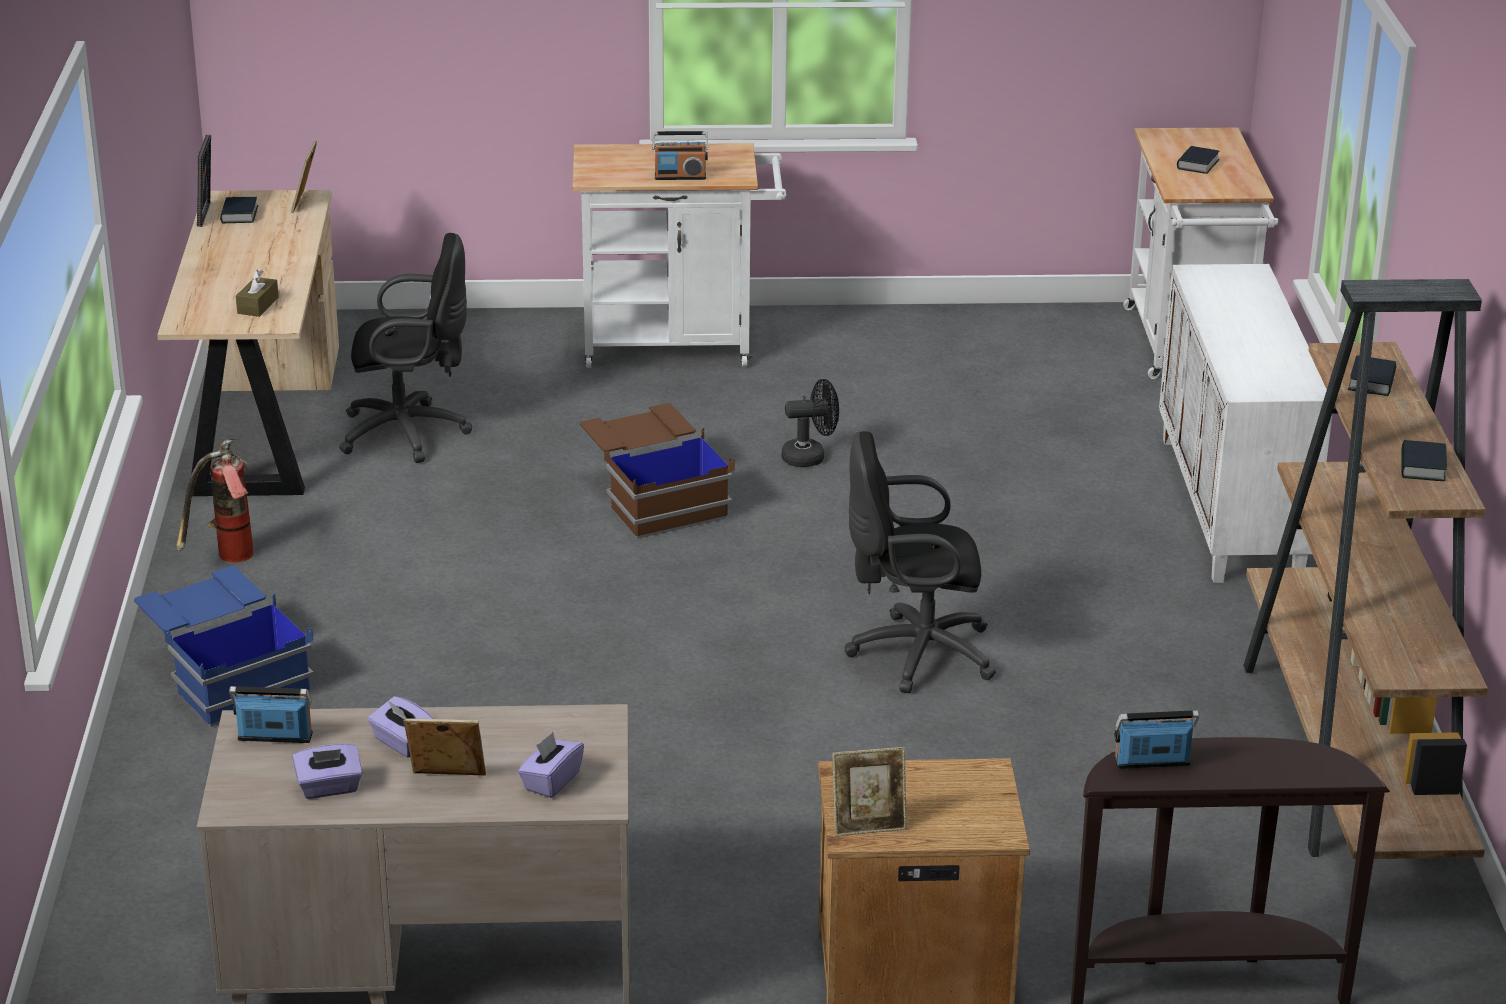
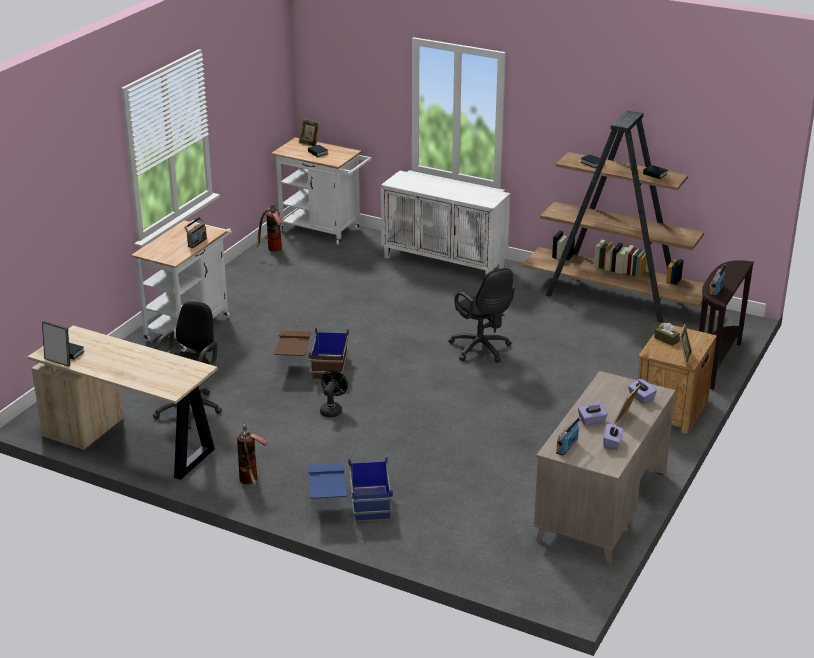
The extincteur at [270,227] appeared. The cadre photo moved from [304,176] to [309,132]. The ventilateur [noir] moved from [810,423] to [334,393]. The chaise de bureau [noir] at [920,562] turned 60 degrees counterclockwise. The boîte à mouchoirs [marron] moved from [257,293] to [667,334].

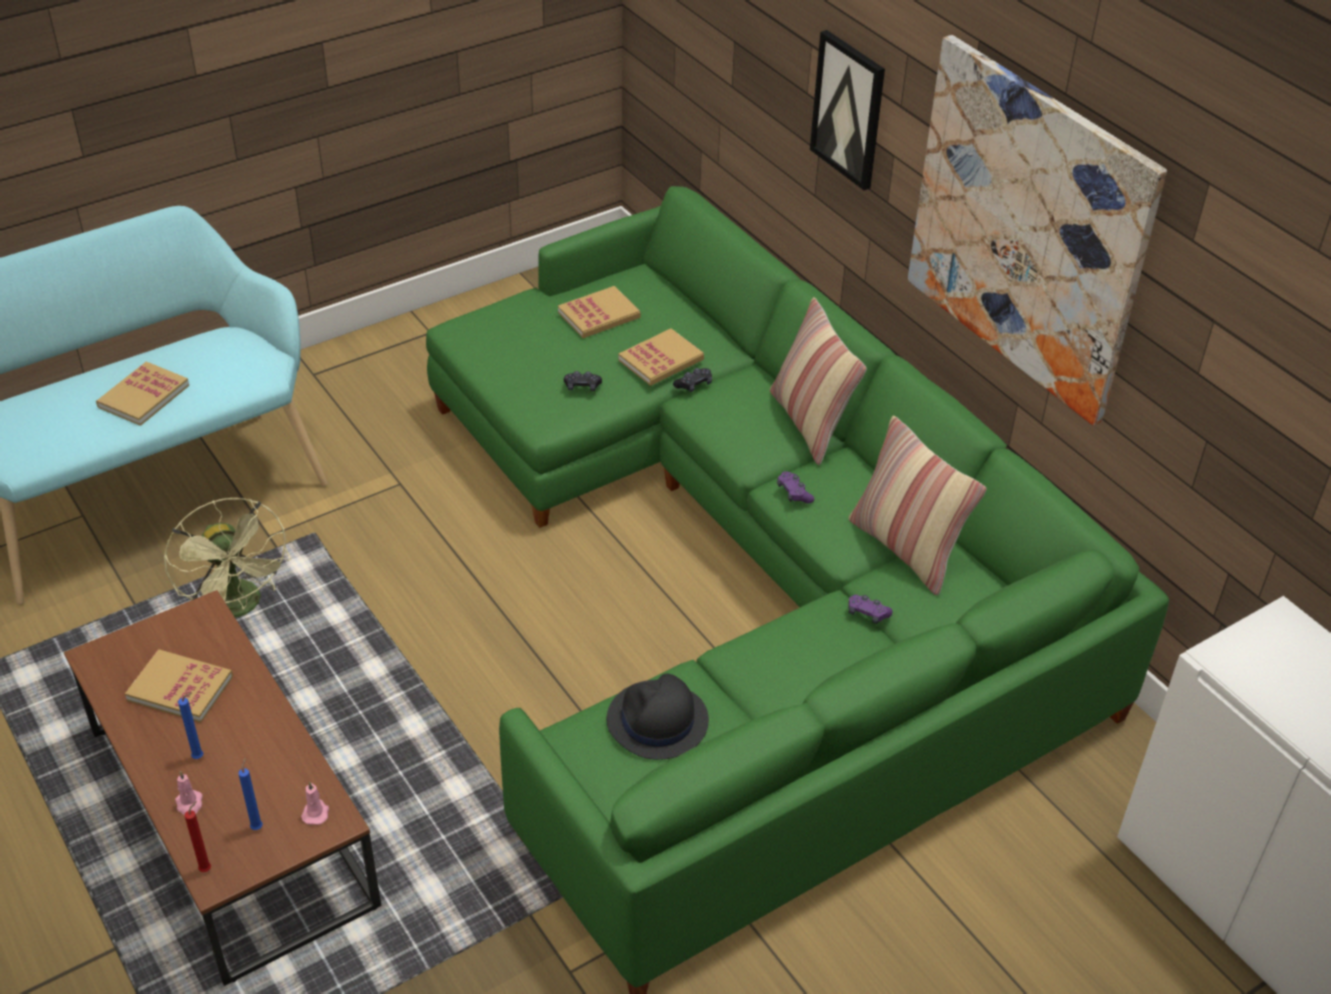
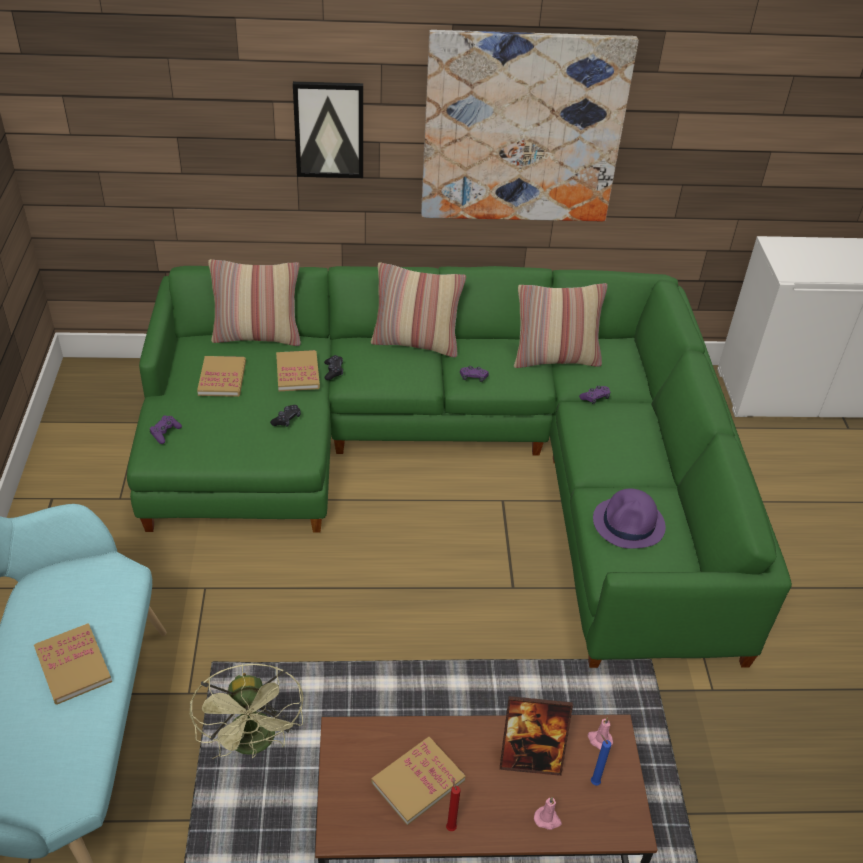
The manette [violet] at [166,429] appeared. The ventilateur [vert] at [227,558] turned 75 degrees clockwise. The coussin at [254,302] appeared. The bougie [rouge] moved from [197,836] to [453,804]. The cadre photo at [536,736] appeared. The chapeau [noir] at [658,716] became the chapeau [violet] at [629,518]. The bougie [bleu] at [190,726] disappeared.

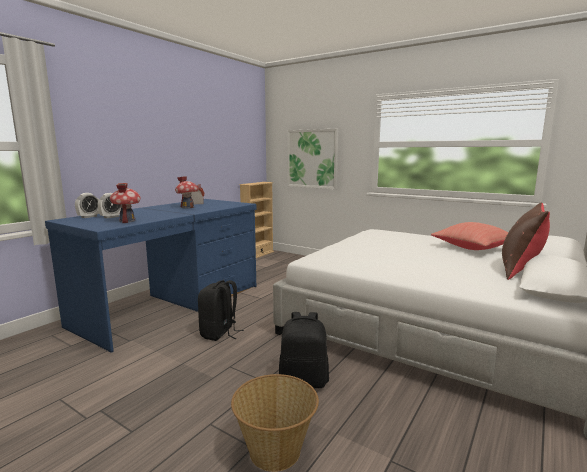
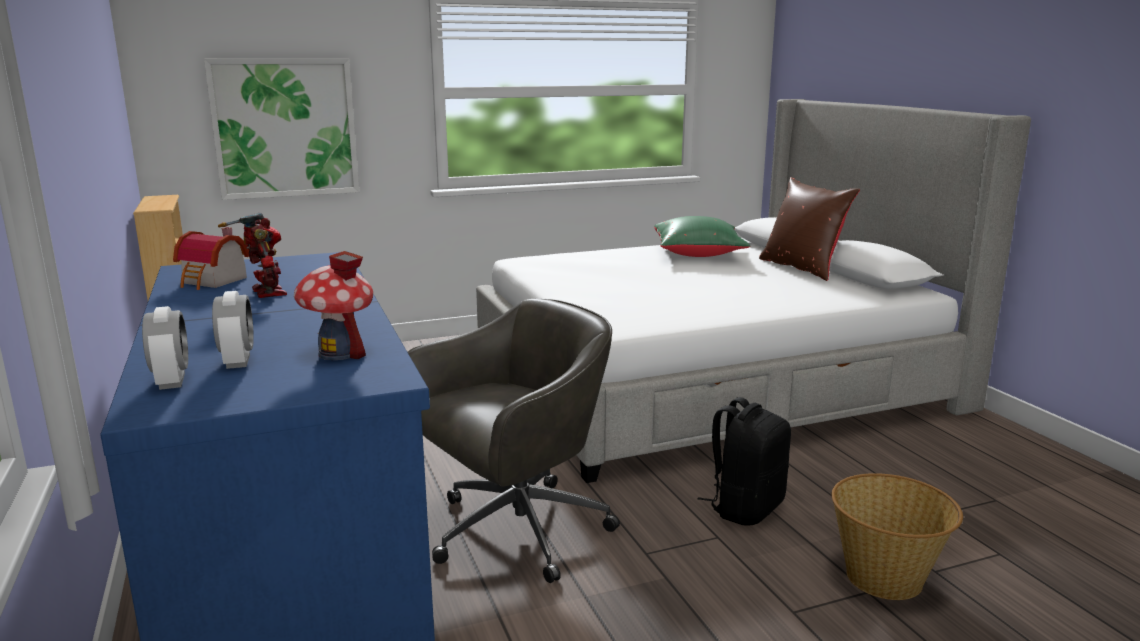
The maison miniature at [186,192] was replaced by the robot jouet at [252,255]. The sac à dos [noir] at [221,310] was replaced by the chaise de bureau [gris] at [514,440]. The coussin [rouge] at [469,236] became the coussin [vert] at [702,236].

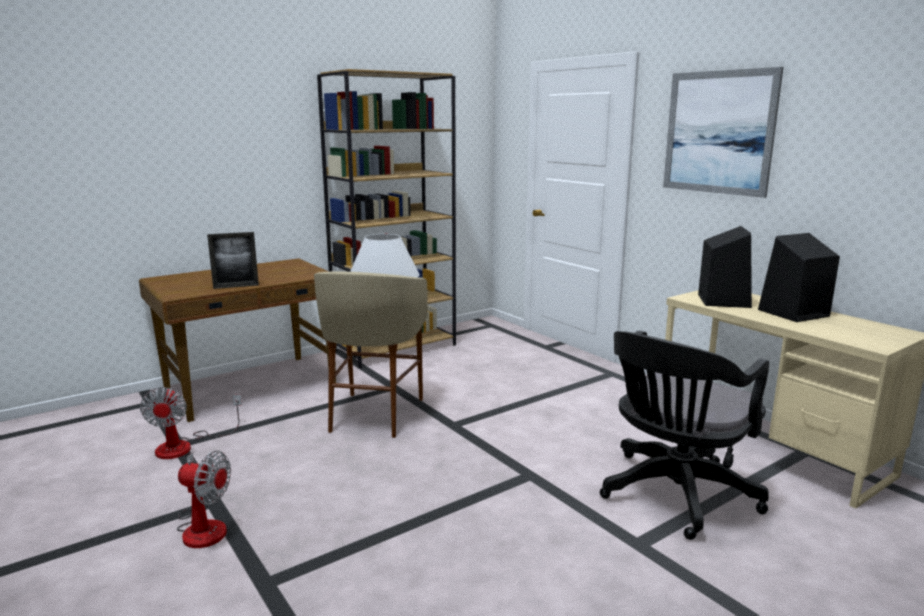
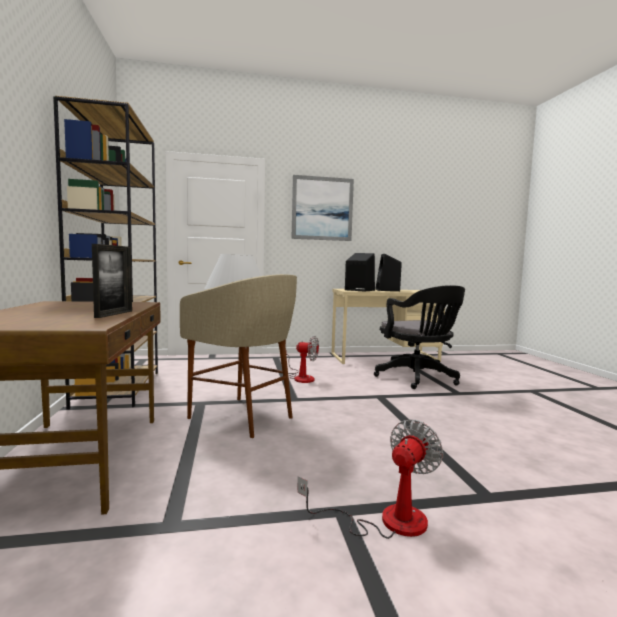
The ventilateur moved from [191,423] to [302,359].

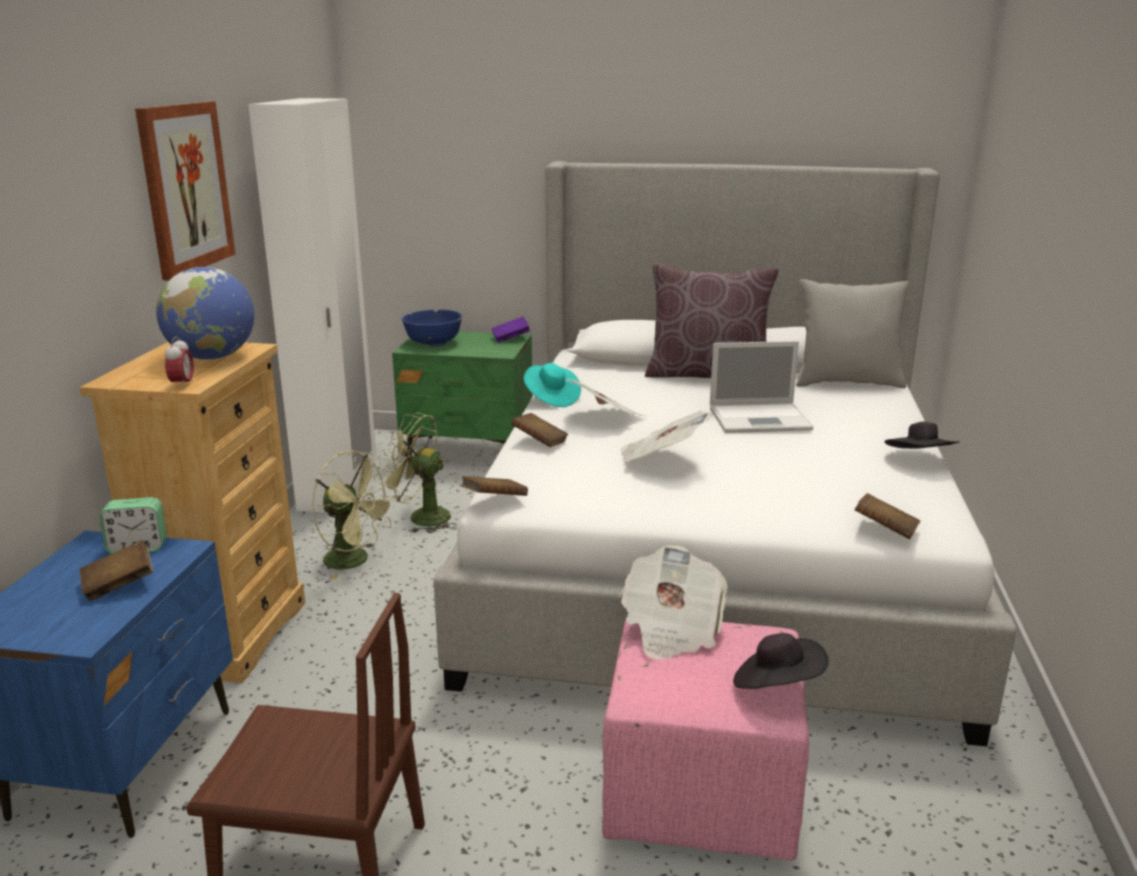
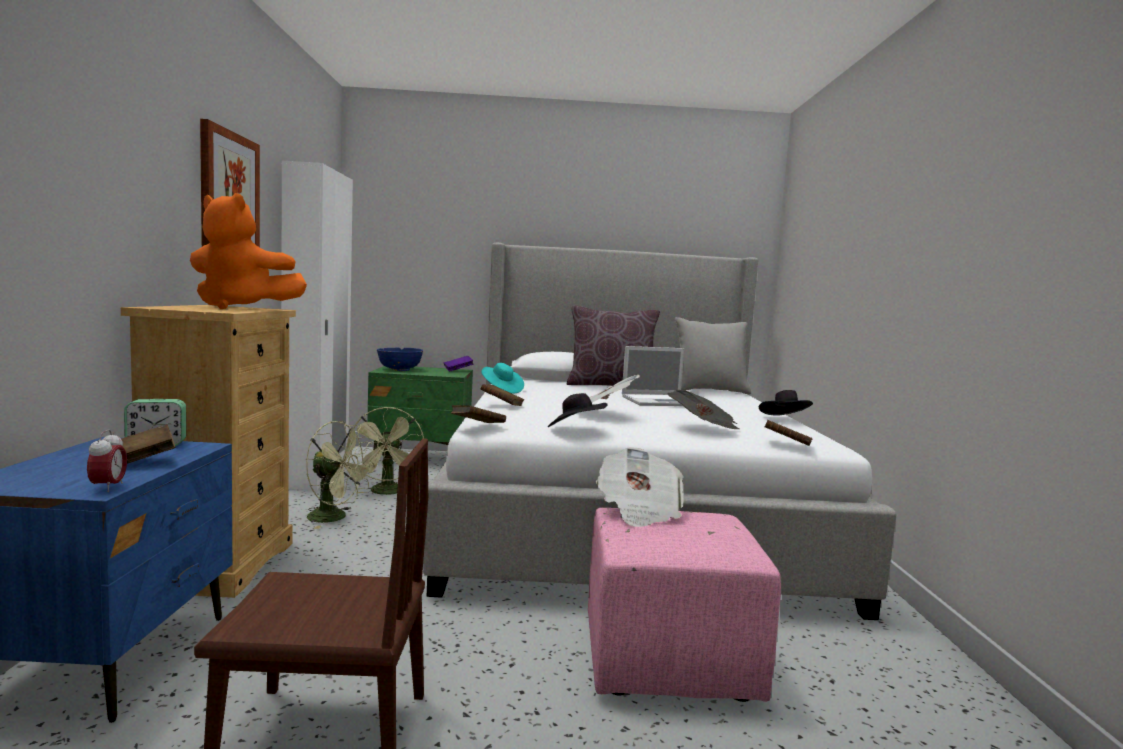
The réveil moved from [179,362] to [107,461]. The globe at [205,313] was replaced by the peluche [orange] at [248,251]. The ventilateur [vert] at [418,473] turned 105 degrees counterclockwise. The chapeau [noir] moved from [781,661] to [578,410]. The journal moved from [606,397] to [703,409].

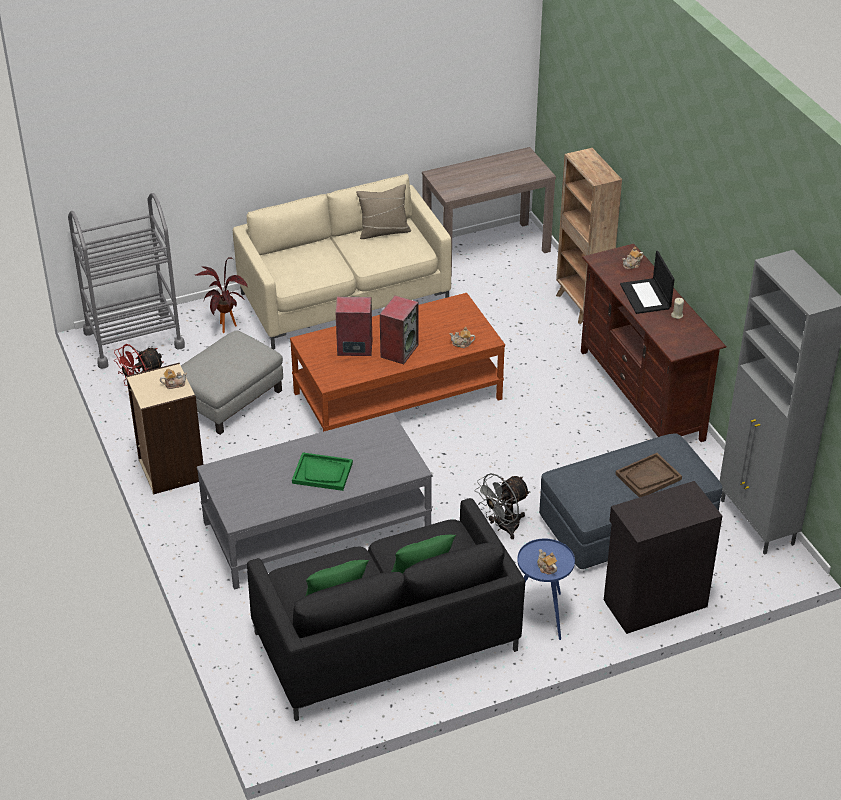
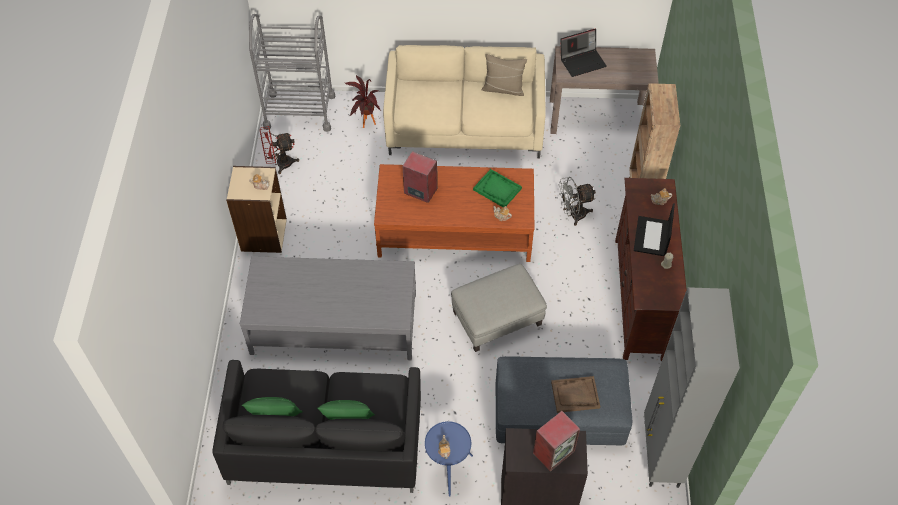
The pouf [gris] moved from [232,382] to [499,308]. The plateau [vert] moved from [322,471] to [497,188]. The enceinte moved from [399,330] to [556,441]. The ventilateur [gris] moved from [502,506] to [577,201]. The ordinateur portable at [583,53] appeared.

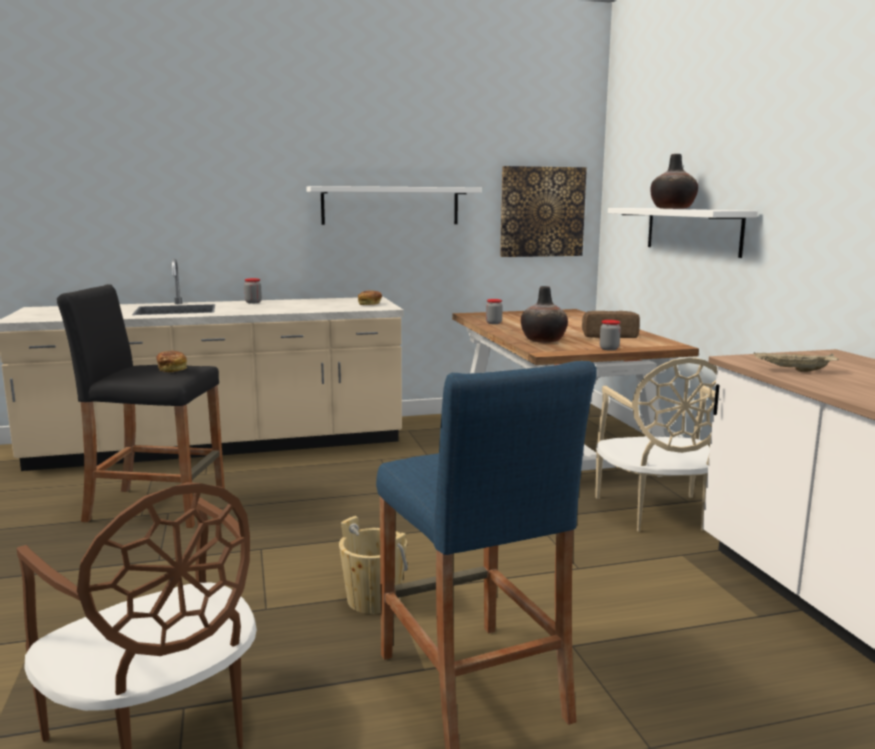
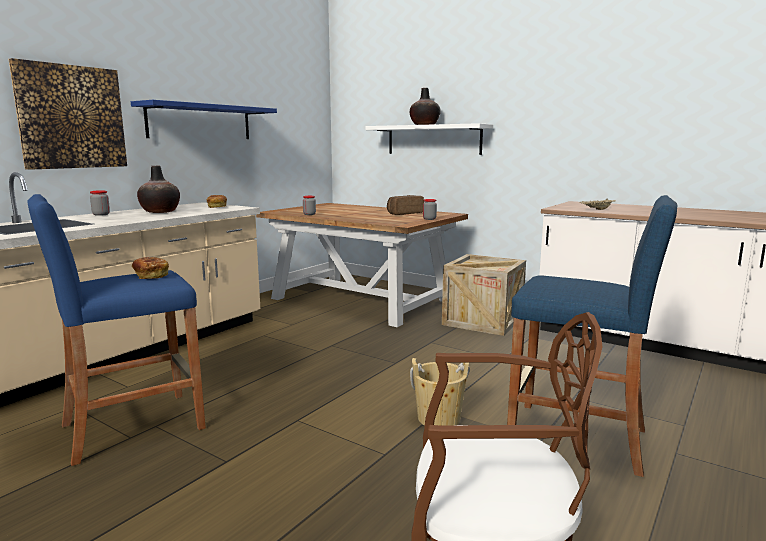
The tableau moved from [543,211] to [67,114]. The tabouret [noir] at [141,406] became the tabouret [bleu] at [116,330]. The étagère [blanc] at [394,205] became the étagère [bleu] at [204,119]. The vase moved from [544,314] to [158,189]. The chaise [beige] at [656,445] was replaced by the caisse at [484,295].

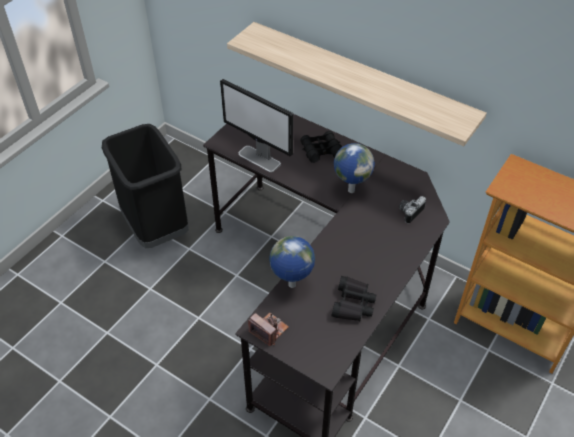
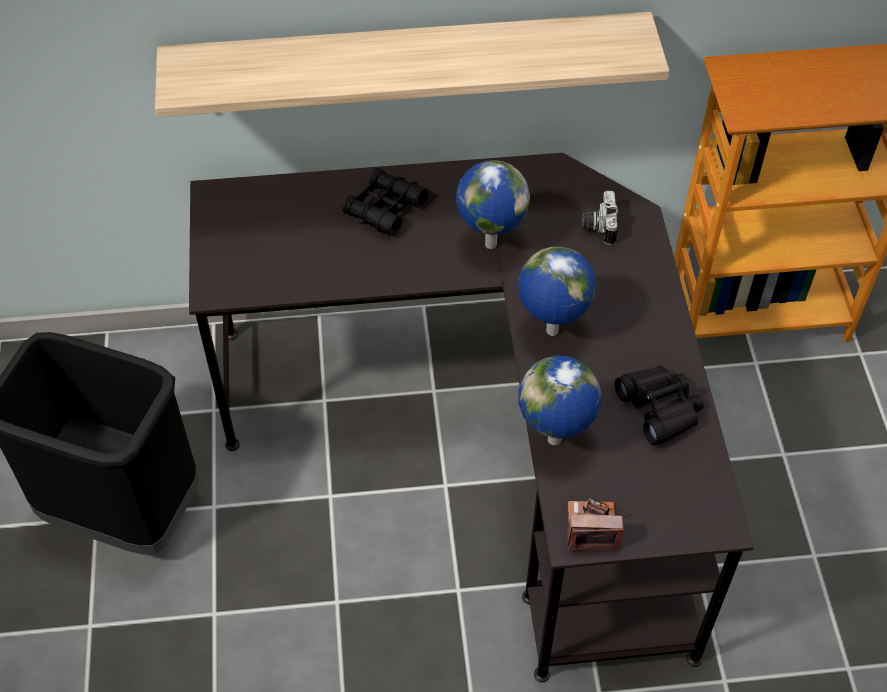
The globe at [557,291] appeared. The écran d'ordinateur at [256,125] disappeared.

